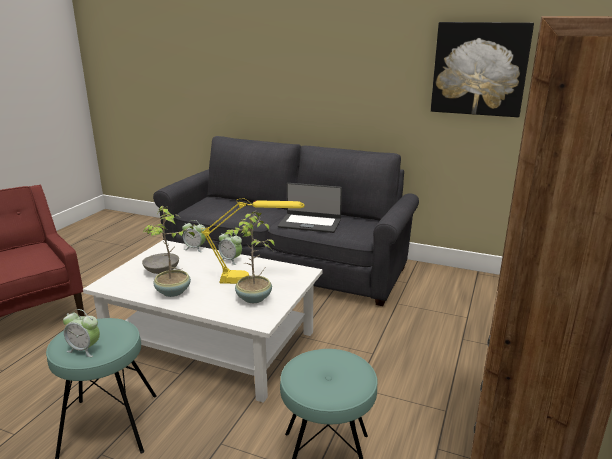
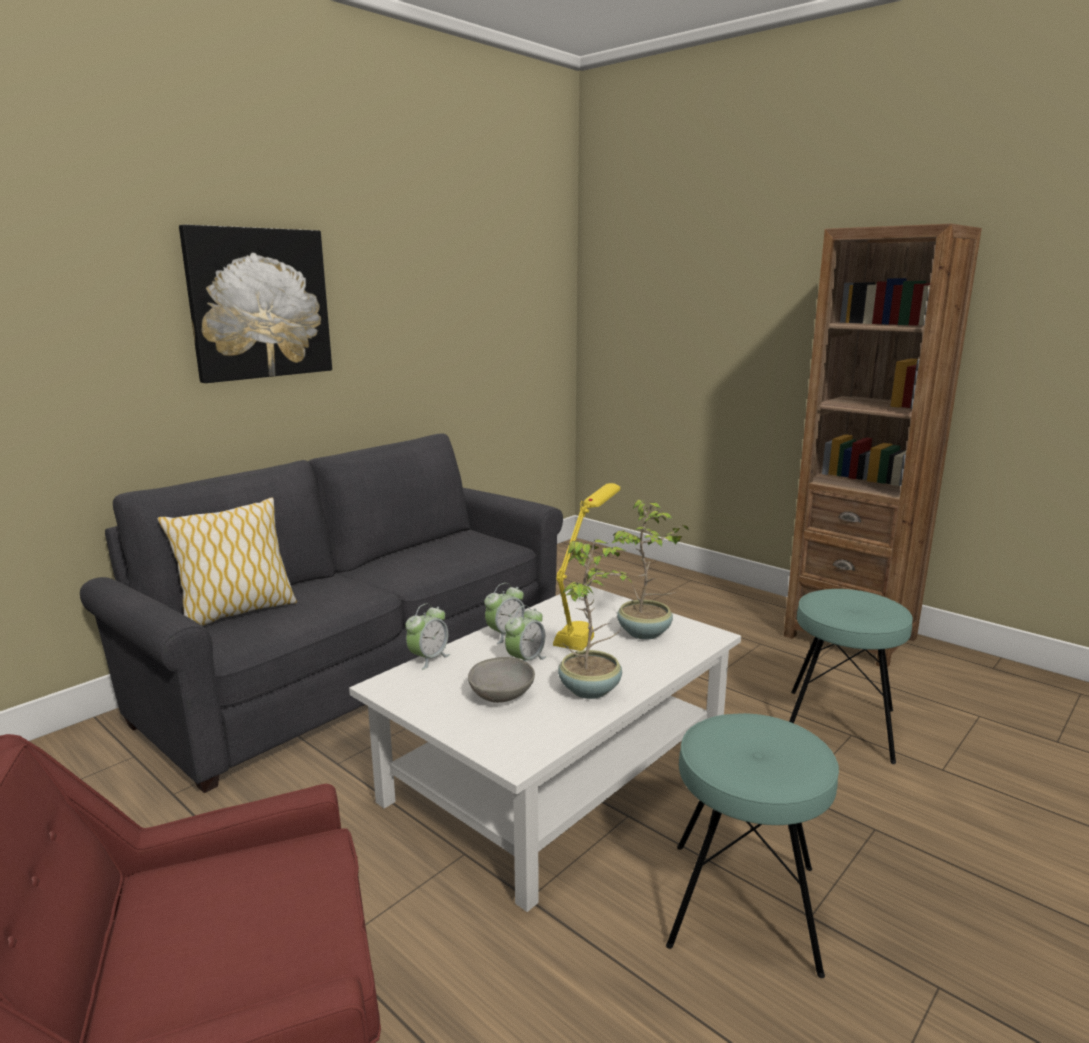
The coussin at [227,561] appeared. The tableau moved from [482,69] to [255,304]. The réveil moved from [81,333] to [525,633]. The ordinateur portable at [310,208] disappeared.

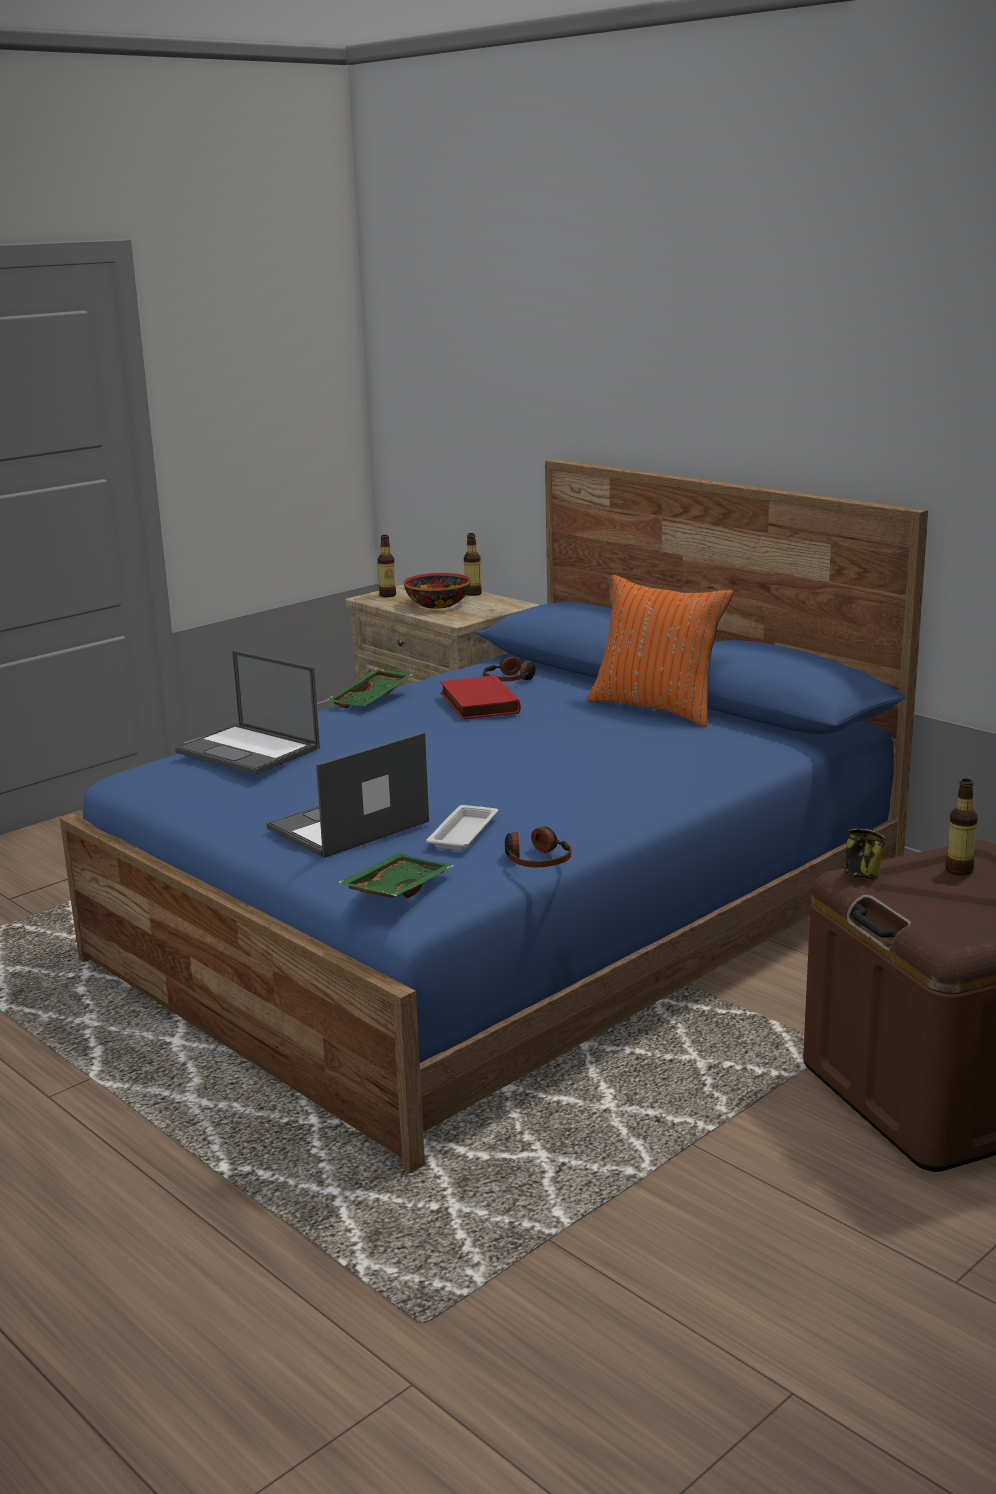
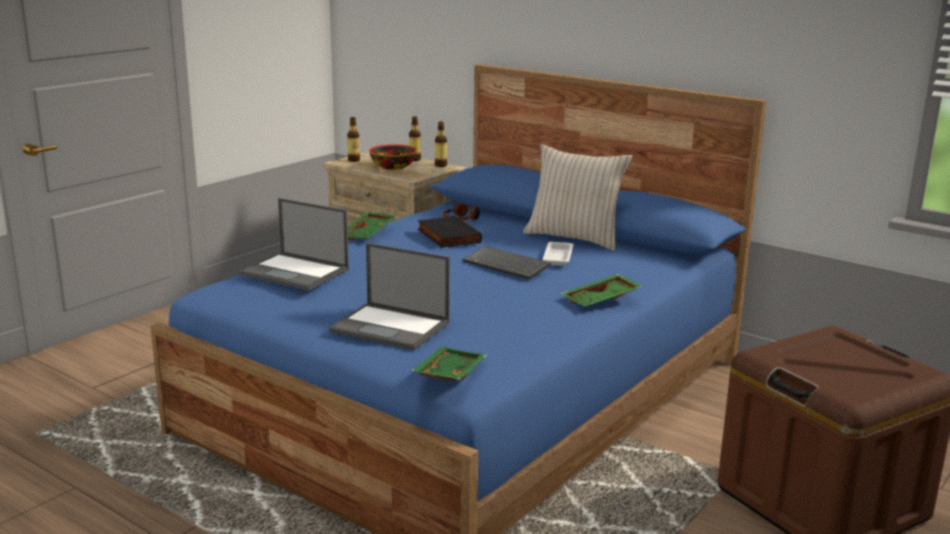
The ordinateur portable at [348,795] turned 105 degrees counterclockwise. The livre [rouge] at [480,696] became the livre [noir] at [450,231]. The bouteille moved from [962,827] to [441,144]. The clavier at [507,263] appeared. The coussin [orange] at [660,651] became the coussin [beige] at [578,197]. The plateau [blanc] moved from [462,828] to [558,254]. The plateau [vert] at [601,290] appeared. The casque audio at [538,846] disappeared. The mug at [865,854] disappeared.

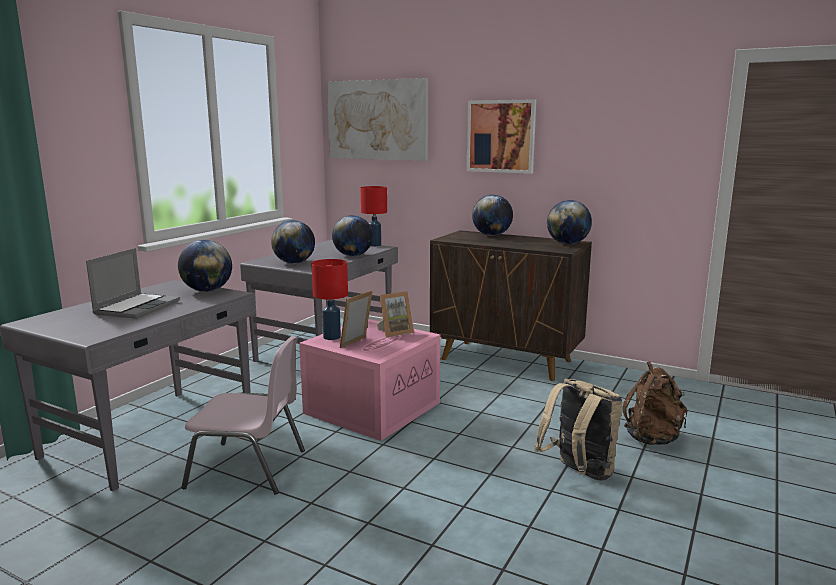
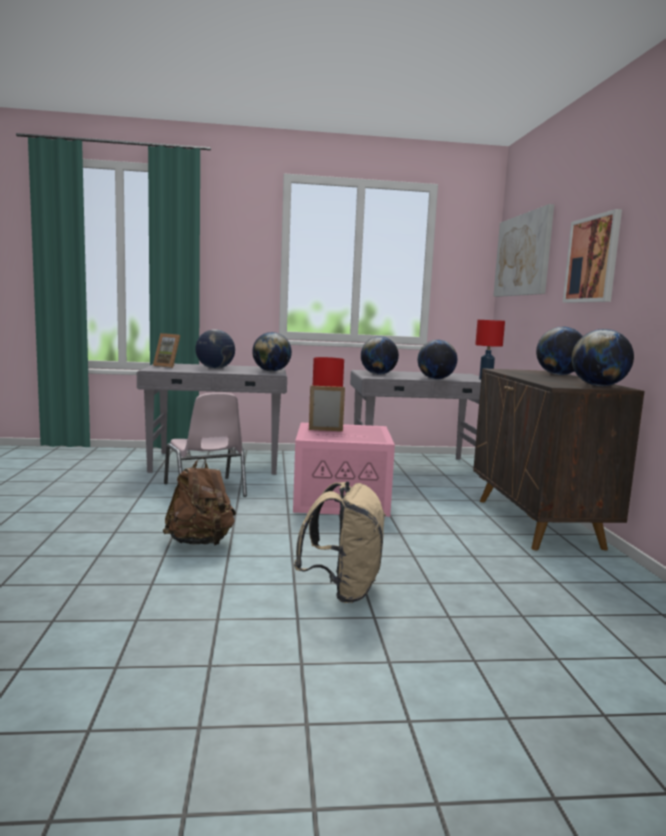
The cadre photo moved from [395,314] to [166,350]. The sac à dos [marron] moved from [654,403] to [199,501]. The ordinateur portable at [133,283] was replaced by the globe at [215,349].

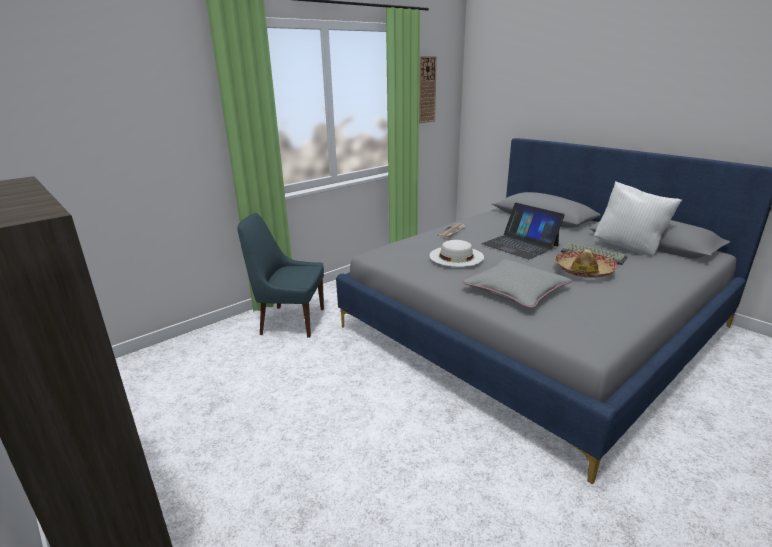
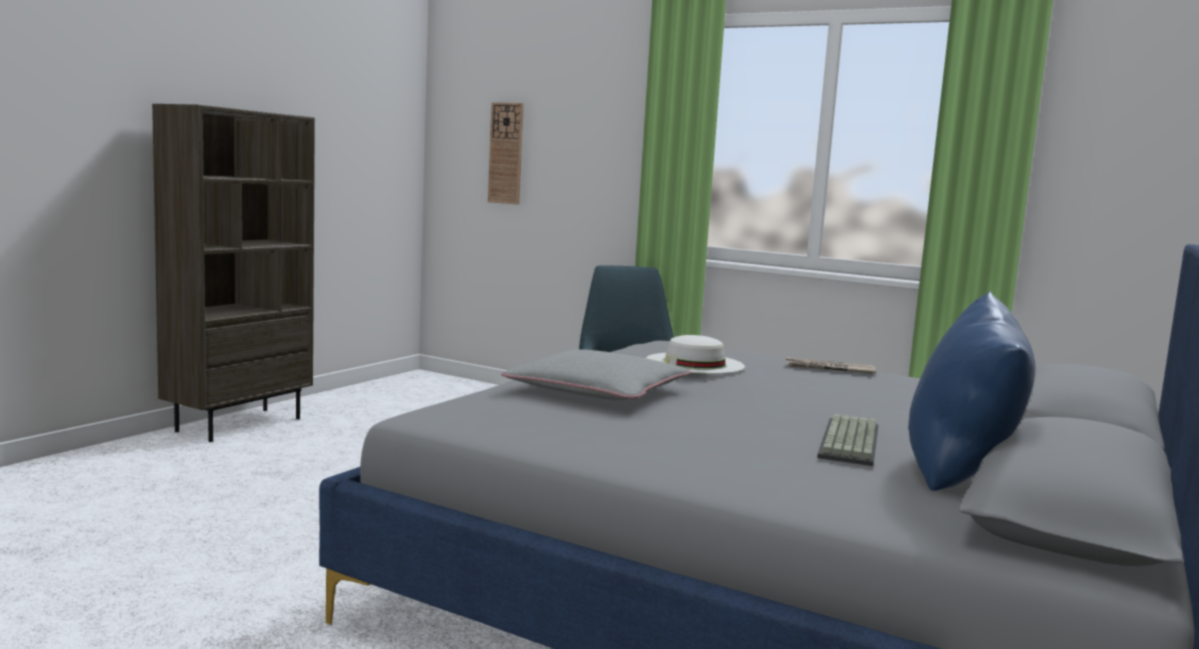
The horloge murale moved from [428,89] to [506,154]. The coussin [blanc] at [638,218] became the coussin [bleu] at [972,391]. The ordinateur portable at [523,231] disappeared. The chapeau at [586,263] disappeared.

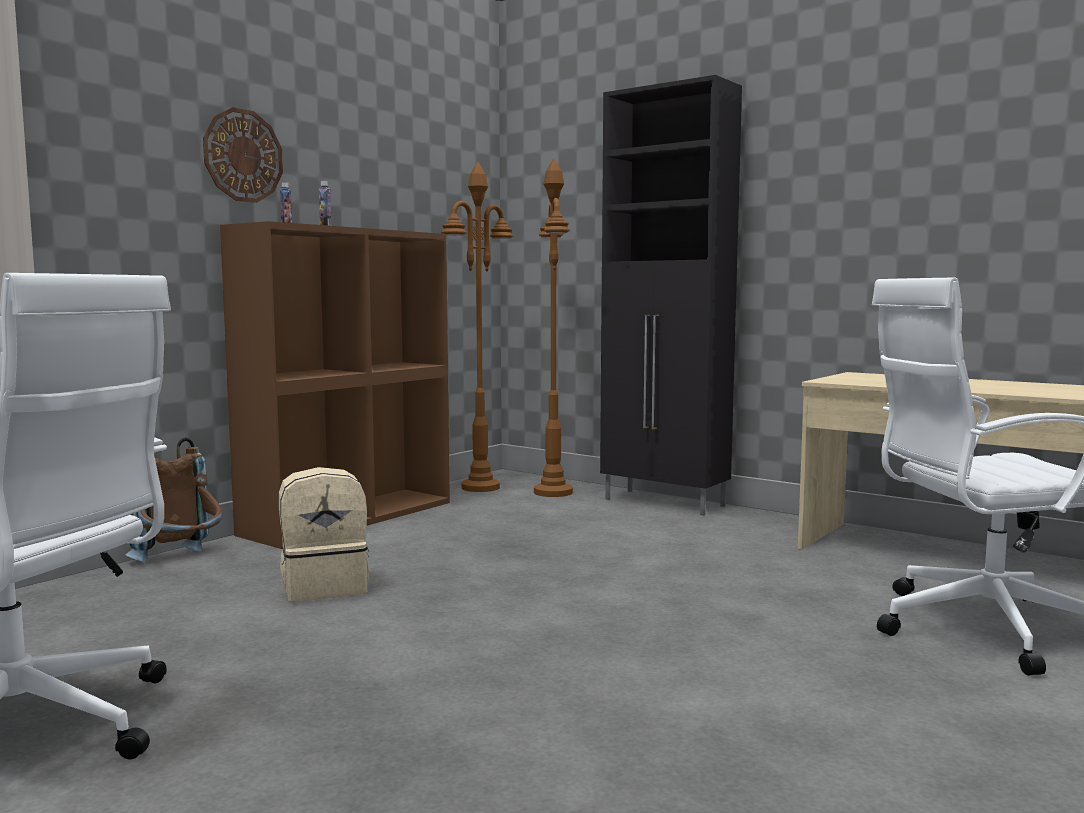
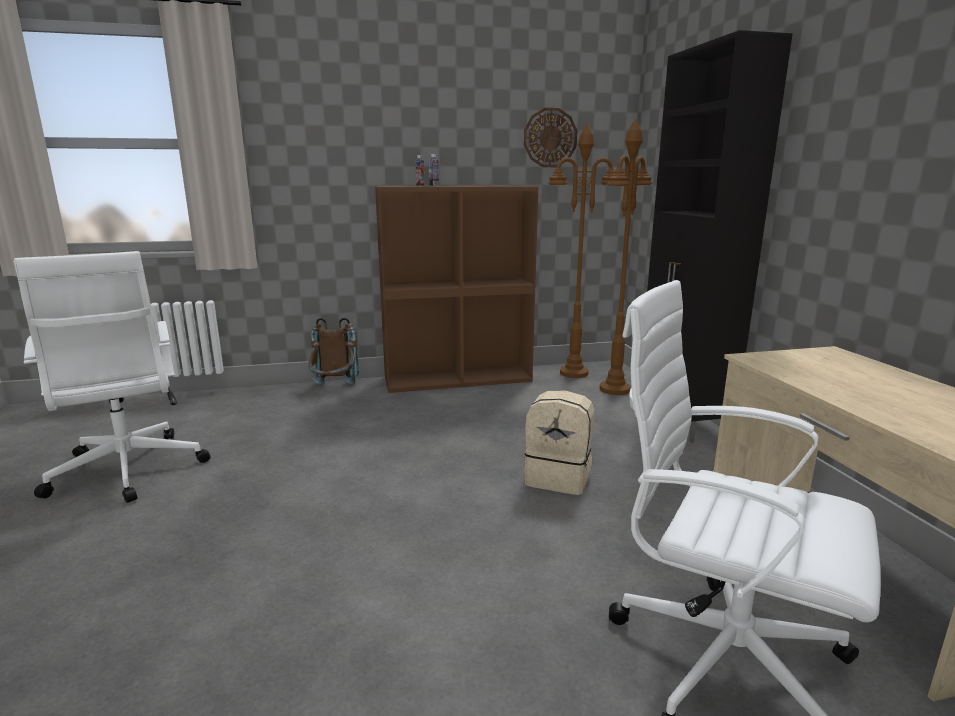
The horloge murale moved from [243,155] to [550,137]. The sac à dos [beige] moved from [324,534] to [559,442].

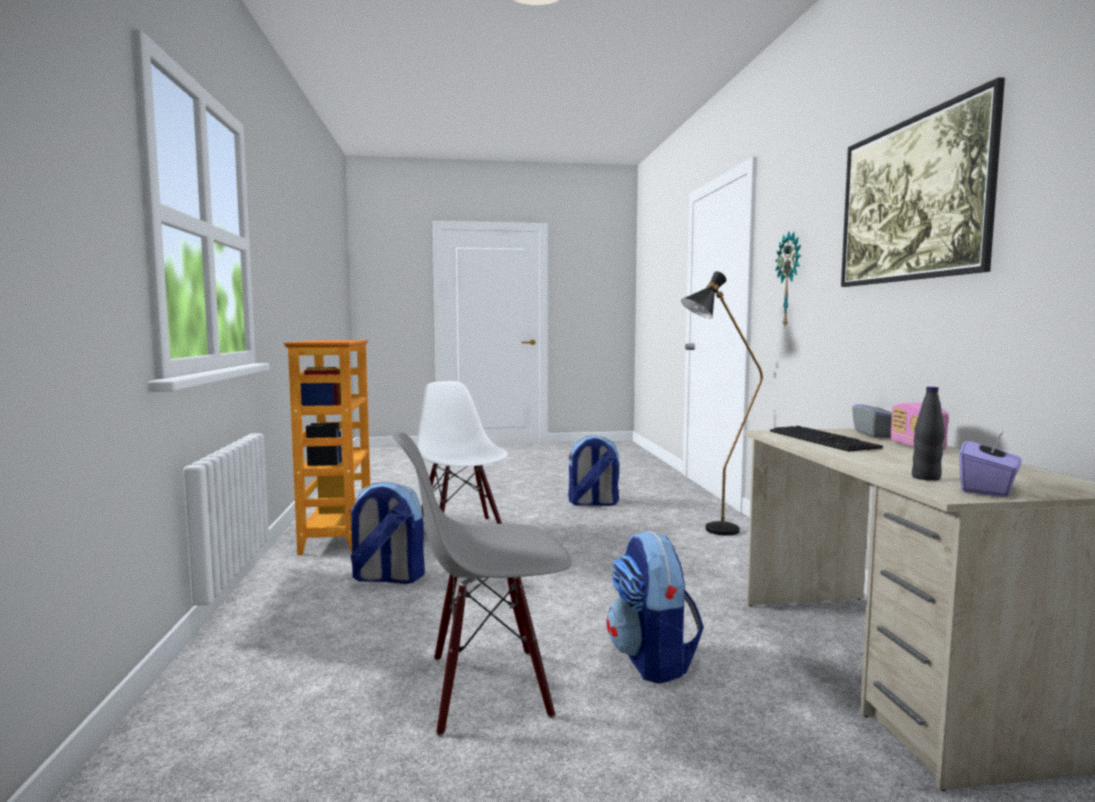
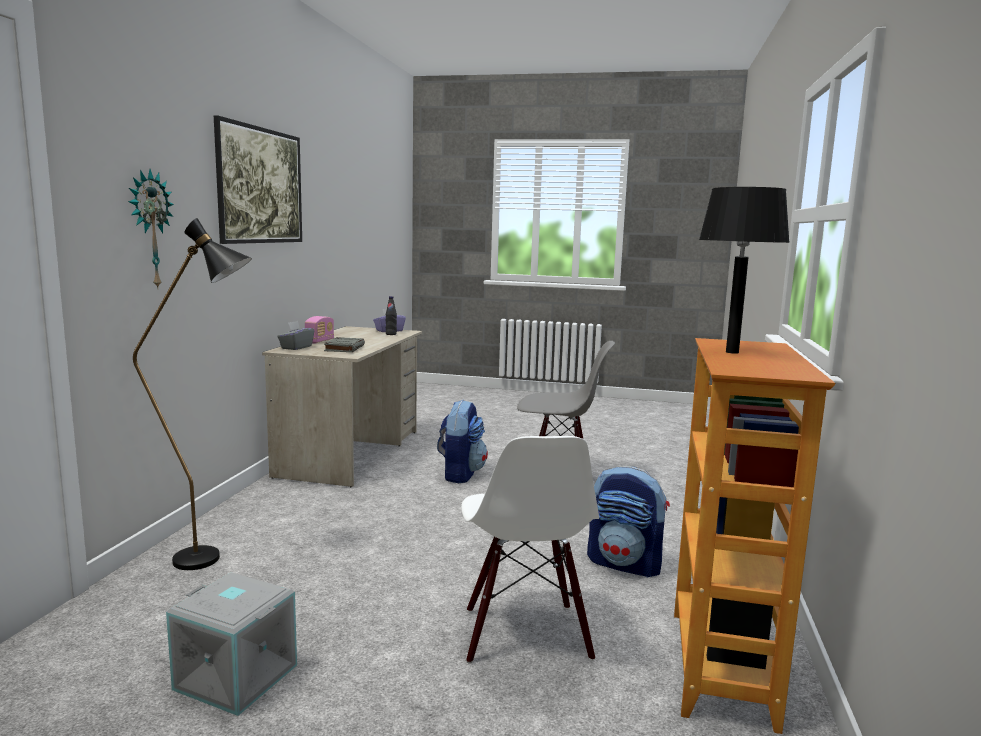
The sac à dos at [593,470] was replaced by the boîte de rangement [gris] at [231,644]. The clavier at [826,439] was replaced by the livre [gris] at [344,344]. The lampe de table [noir] at [744,270] appeared.

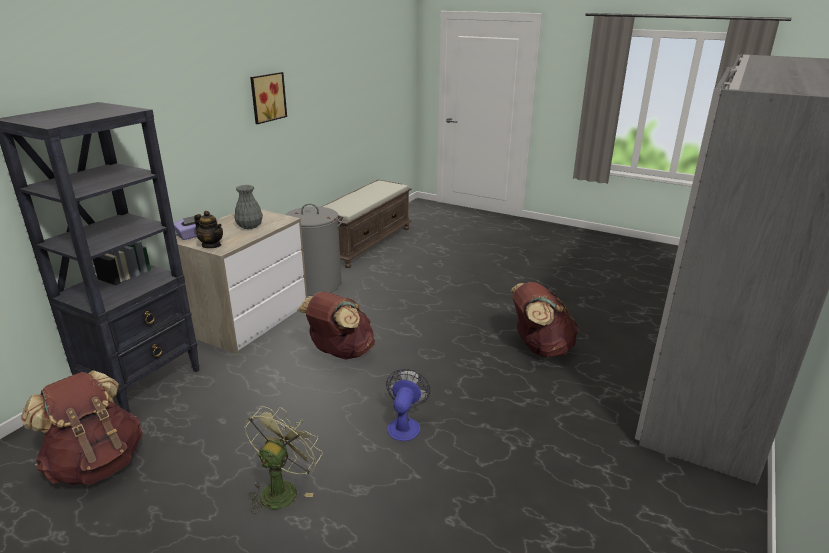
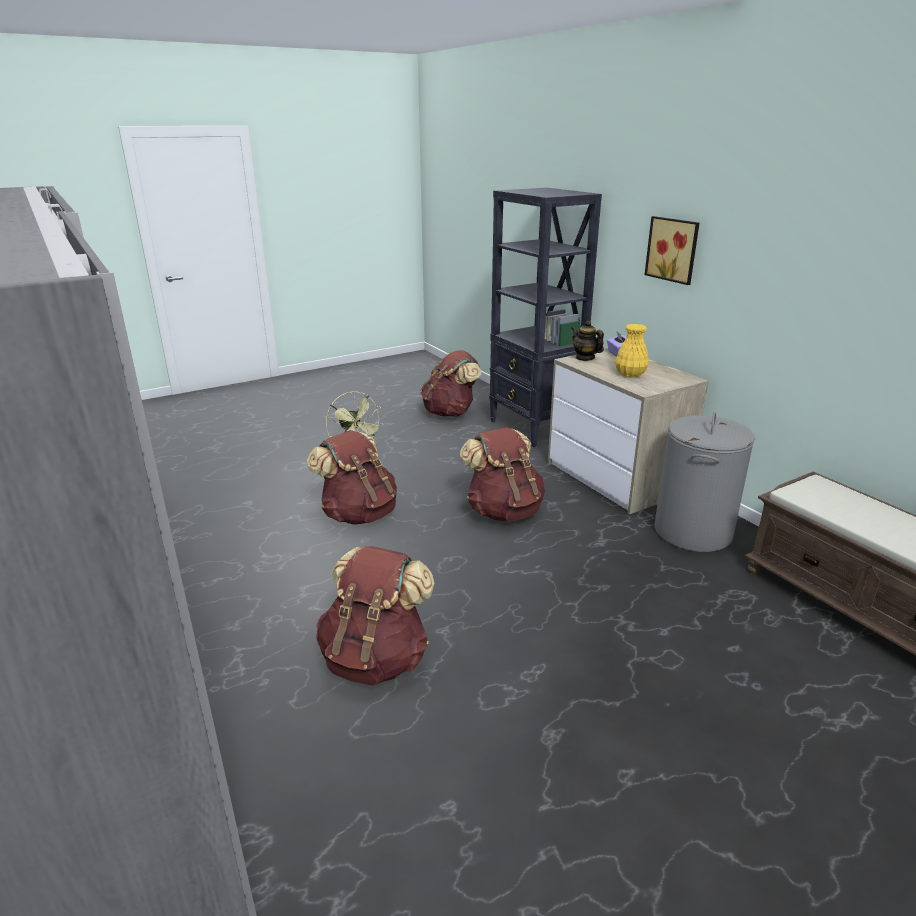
The ventilateur at [408,405] was replaced by the sac à dos [marron] at [352,477]. The théière at [208,229] turned 75 degrees clockwise. The vase [gris] at [248,207] became the vase [jaune] at [632,350]. The tableau moved from [268,98] to [672,250].

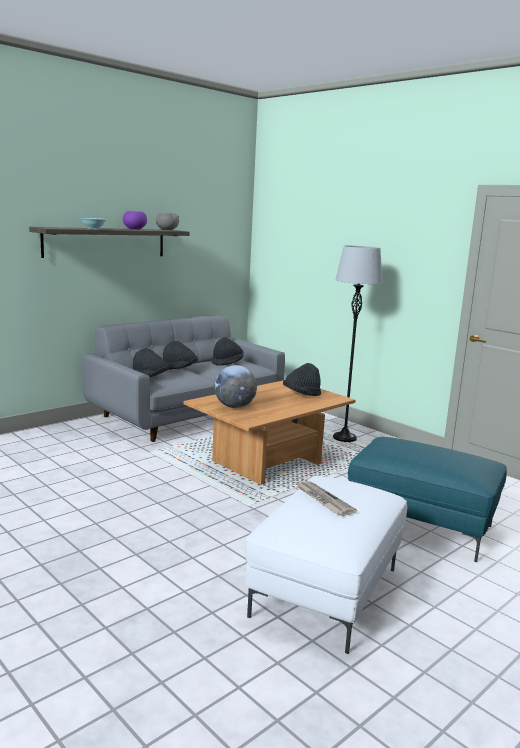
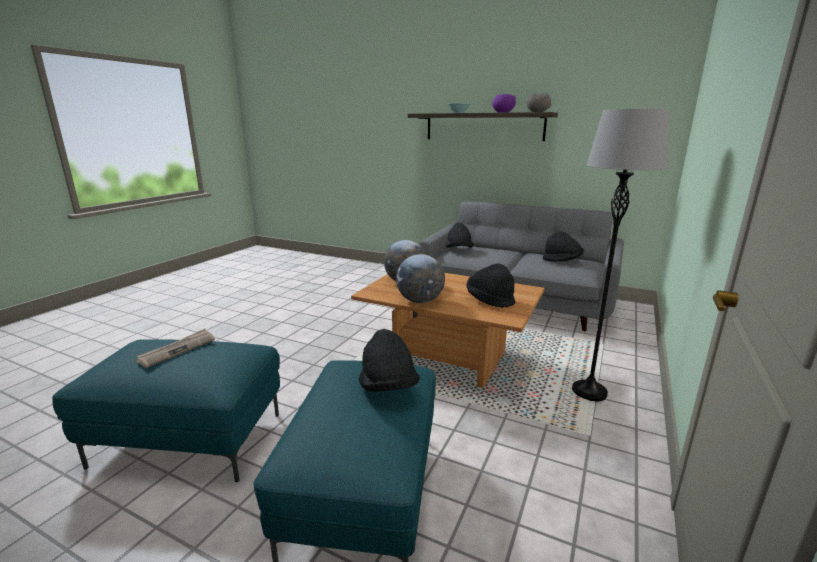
The pouf [blanc] at [326,565] became the pouf [turquoise] at [166,410]. The chapeau [noir] moved from [180,355] to [389,360]. The globe at [420,278] appeared.

